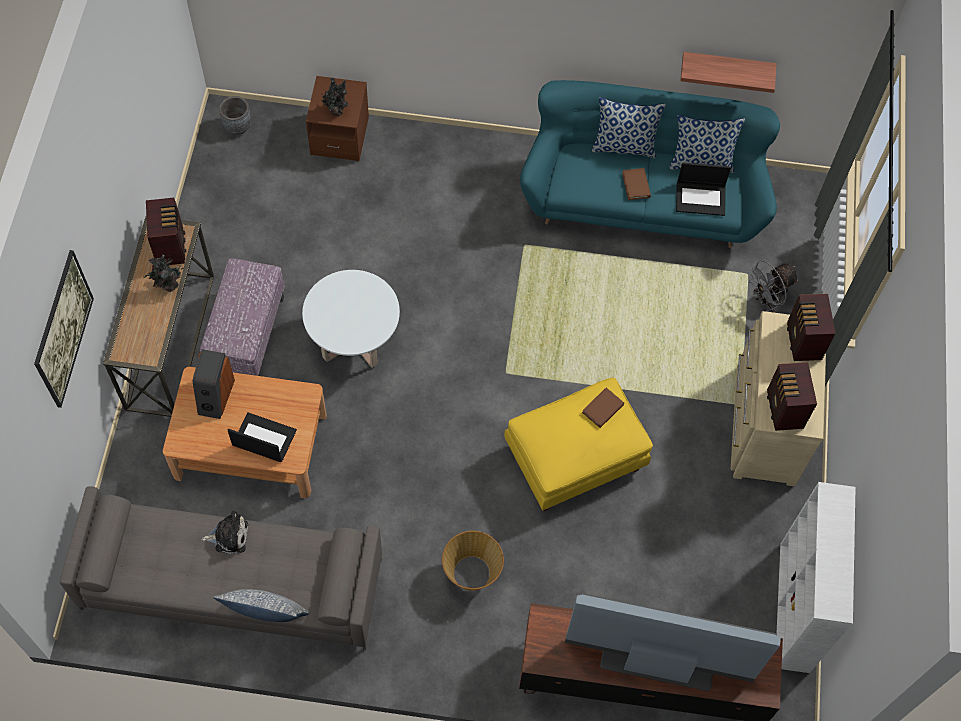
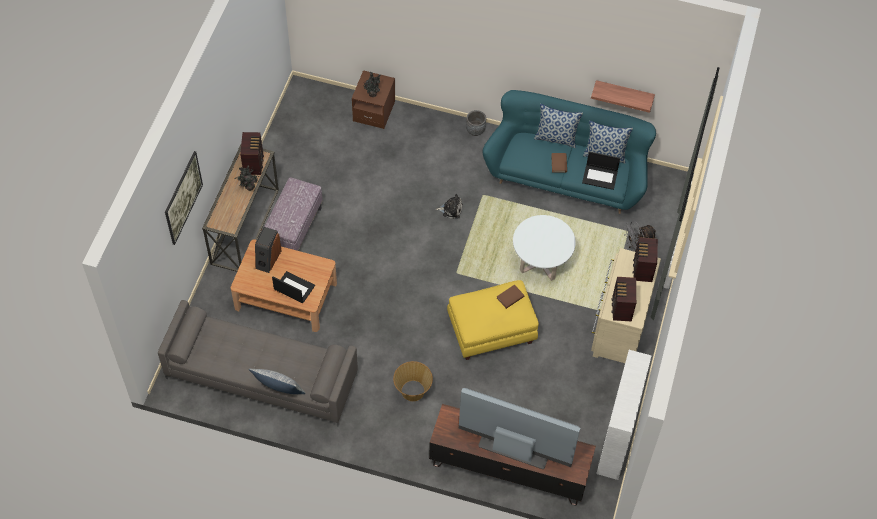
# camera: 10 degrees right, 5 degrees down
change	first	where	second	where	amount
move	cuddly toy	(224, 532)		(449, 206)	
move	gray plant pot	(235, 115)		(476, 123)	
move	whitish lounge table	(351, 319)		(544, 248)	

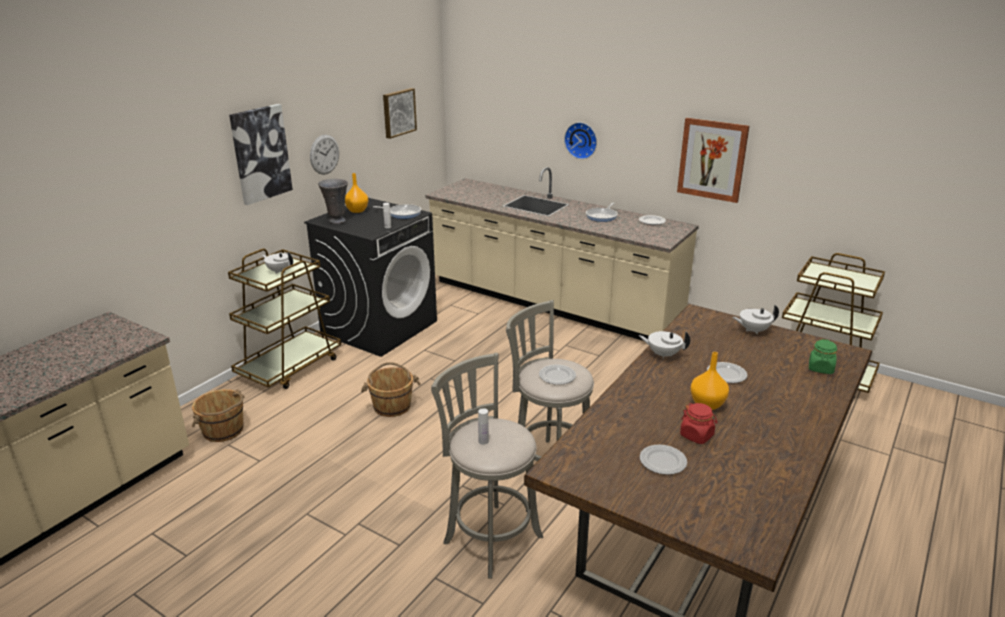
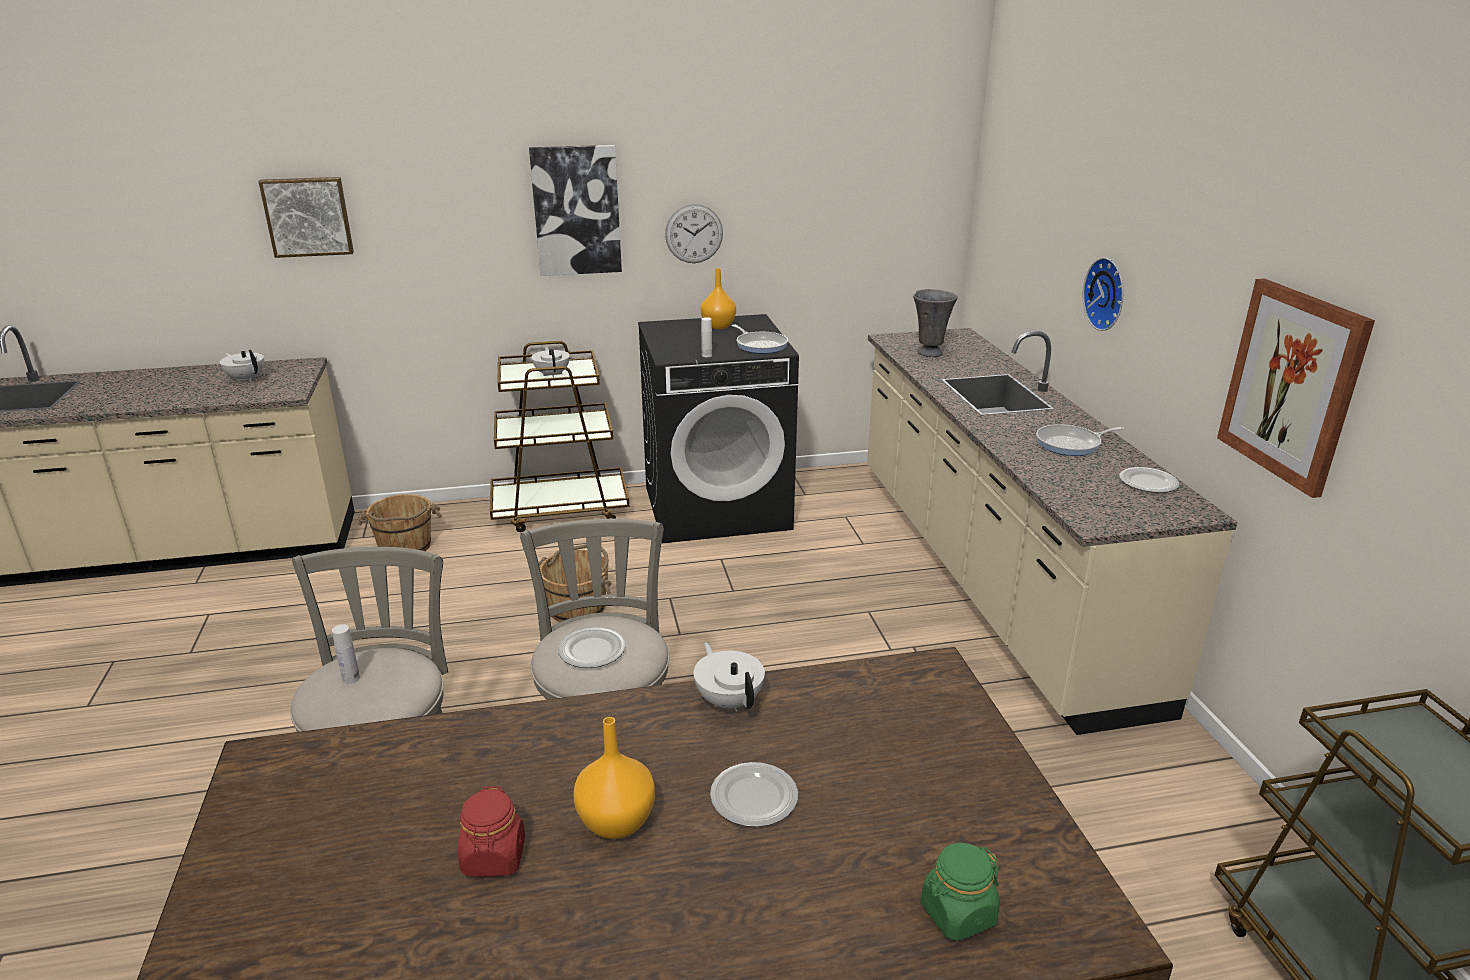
# camera: 45 degrees right, 0 degrees up
change	first	where	second	where	amount
move	whitish pot for tea	(755, 319)		(242, 365)	
move	wall art	(400, 113)		(306, 217)	
move	gray vase	(333, 201)		(935, 323)	
delete	flat dish	(663, 460)			

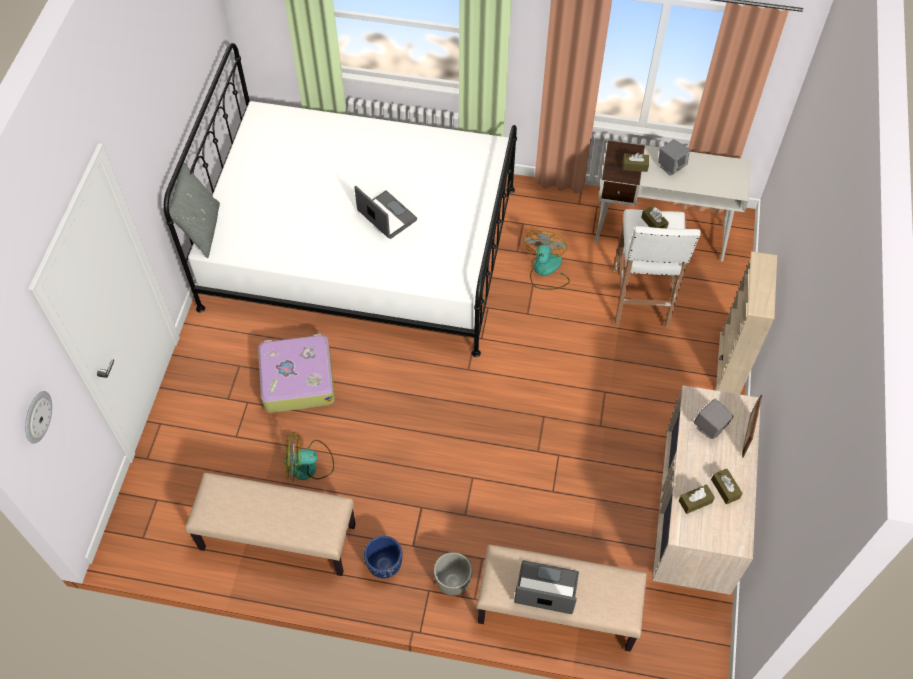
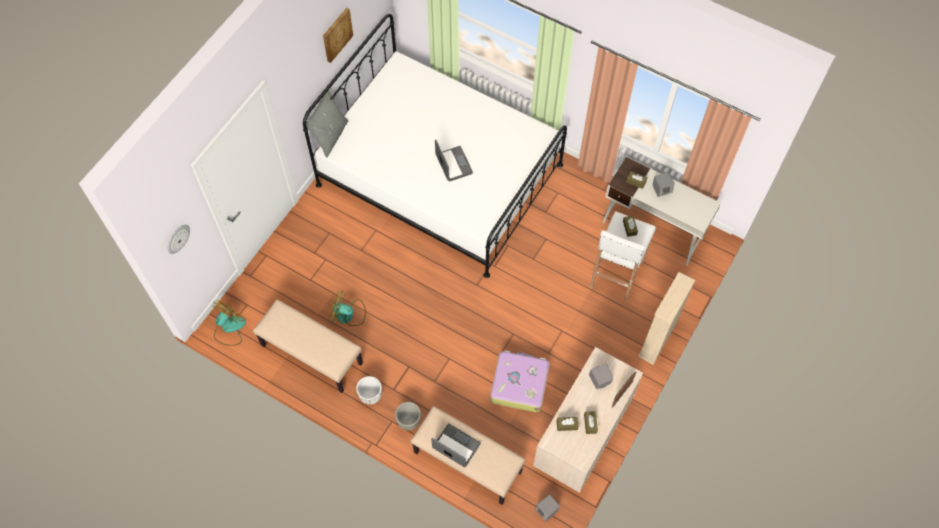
# camera: 20 degrees right, 5 degrees up
change	first	where	second	where	amount
move	fan	(547, 260)		(229, 323)	
insert			wall art	(338, 35)	
recolor	blue-coloured plant pot	(383, 557)	whitish plant pot	(369, 390)	
move	suitcase	(296, 373)		(520, 381)	
insert			gray speaker	(547, 507)	

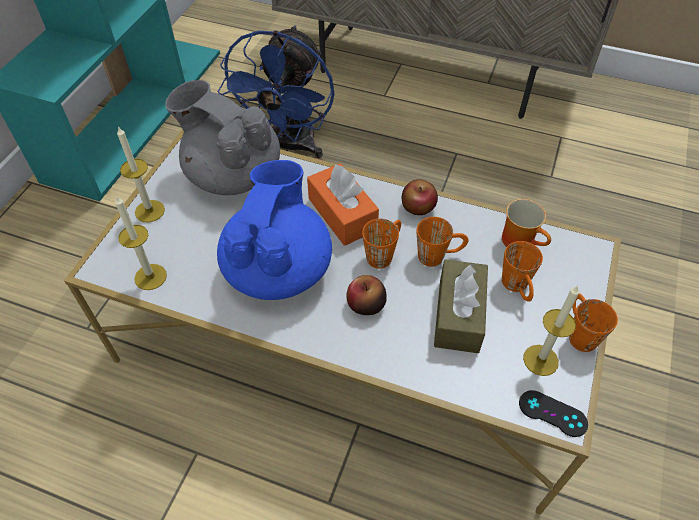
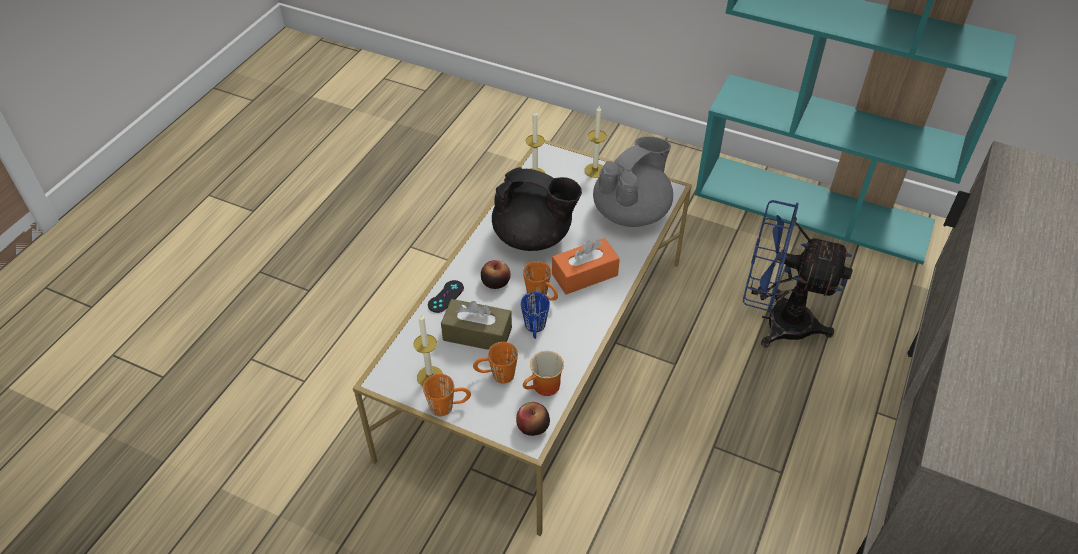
# camera: 95 degrees right, 5 degrees down
change	first	where	second	where	amount
move	black-coloured joypad	(553, 413)		(446, 296)	
recolor	blue-coloured pot for tea	(274, 230)	black-coloured pot for tea	(537, 209)	
move	apple	(420, 197)		(533, 419)	
recolor	orangey mug	(442, 242)	blue-coloured mug	(535, 315)	

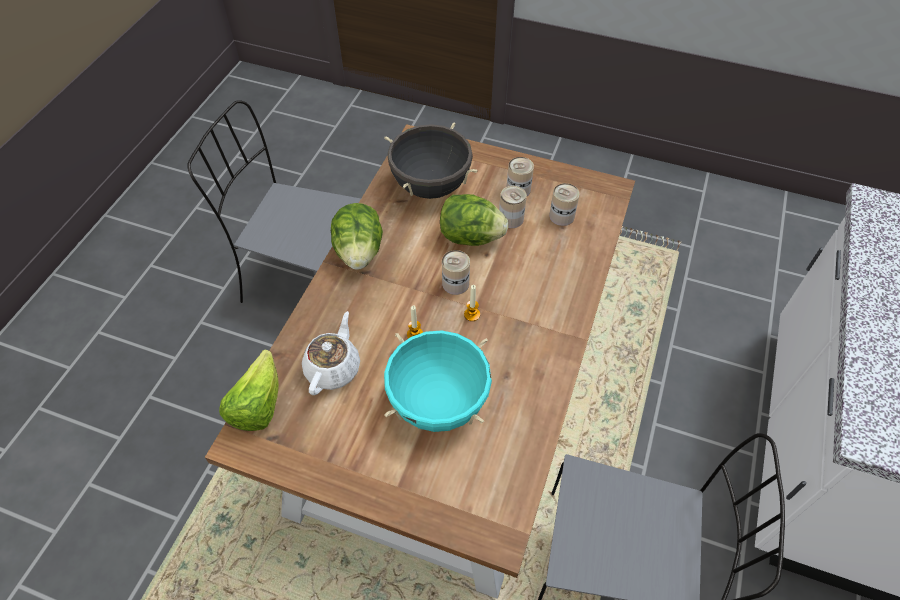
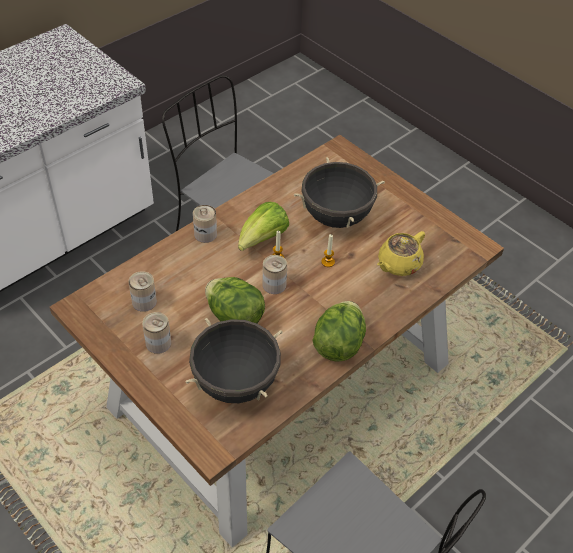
# camera: 155 degrees left, 5 degrees down
change	first	where	second	where	amount
move	can	(513, 207)		(205, 224)	
move	lettuce head	(249, 390)		(263, 226)	
recolor	blue-green saucepot	(438, 381)	black-coloured saucepot	(339, 192)	
recolor	whitish pot for tea	(331, 353)	yellow pot for tea	(401, 253)	

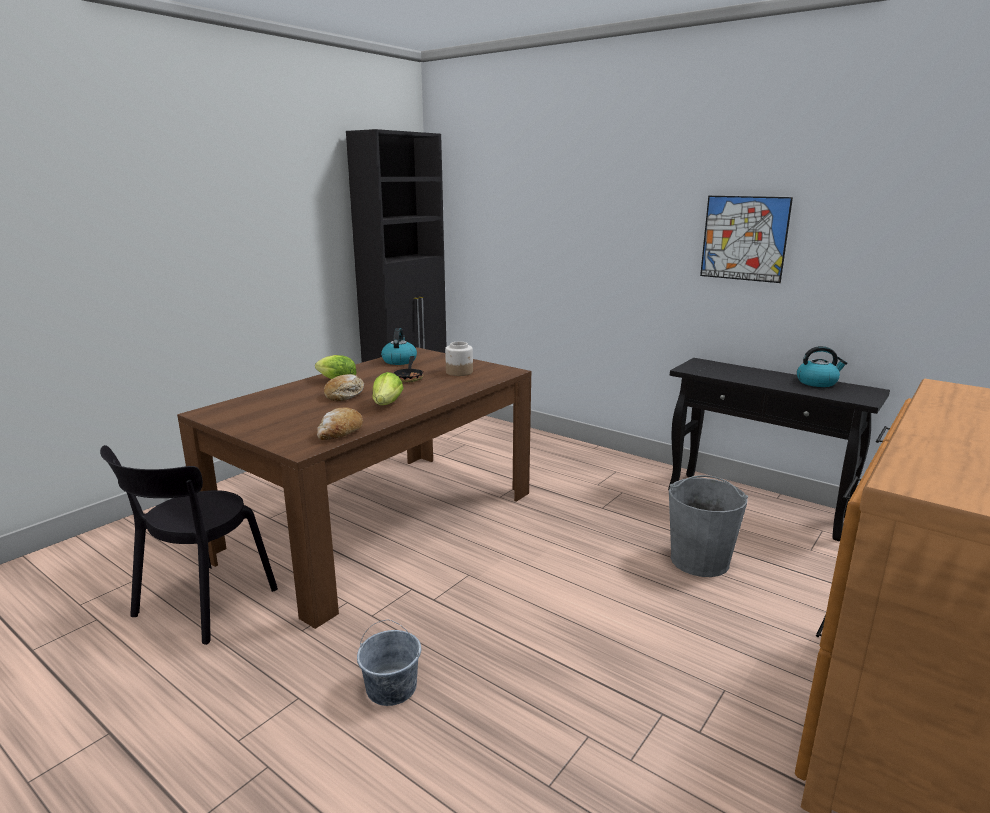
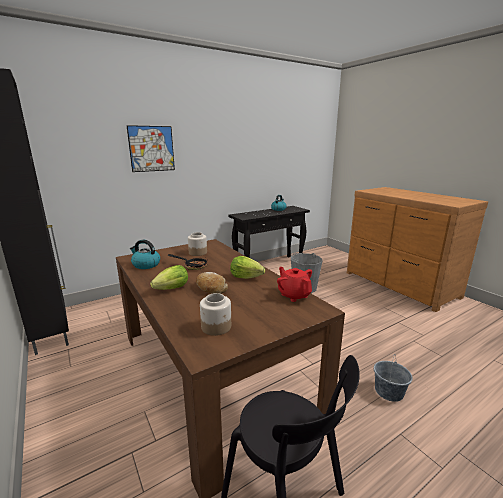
# camera: 70 degrees left, 0 degrees up
change	first	where	second	where	amount
move	wall art	(746, 239)		(151, 148)	
insert			storage jar	(215, 314)	
replace	baked bread	(340, 423)	red pot for tea	(294, 284)	

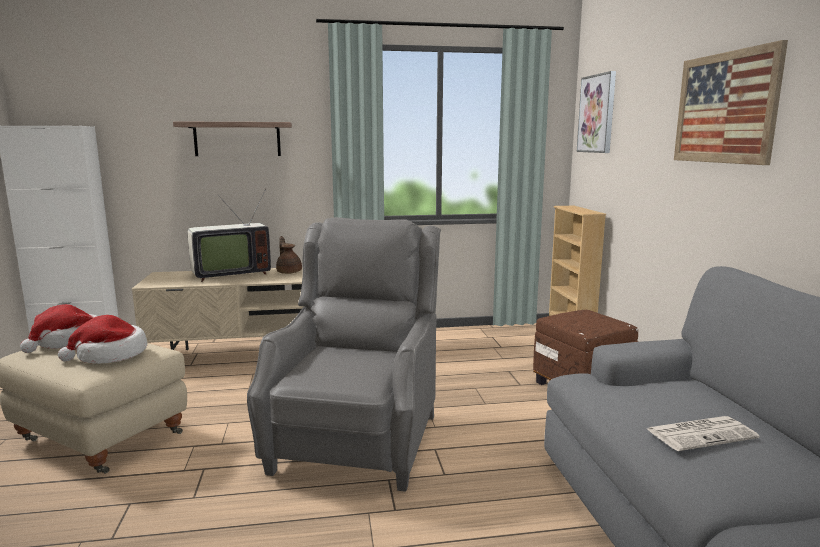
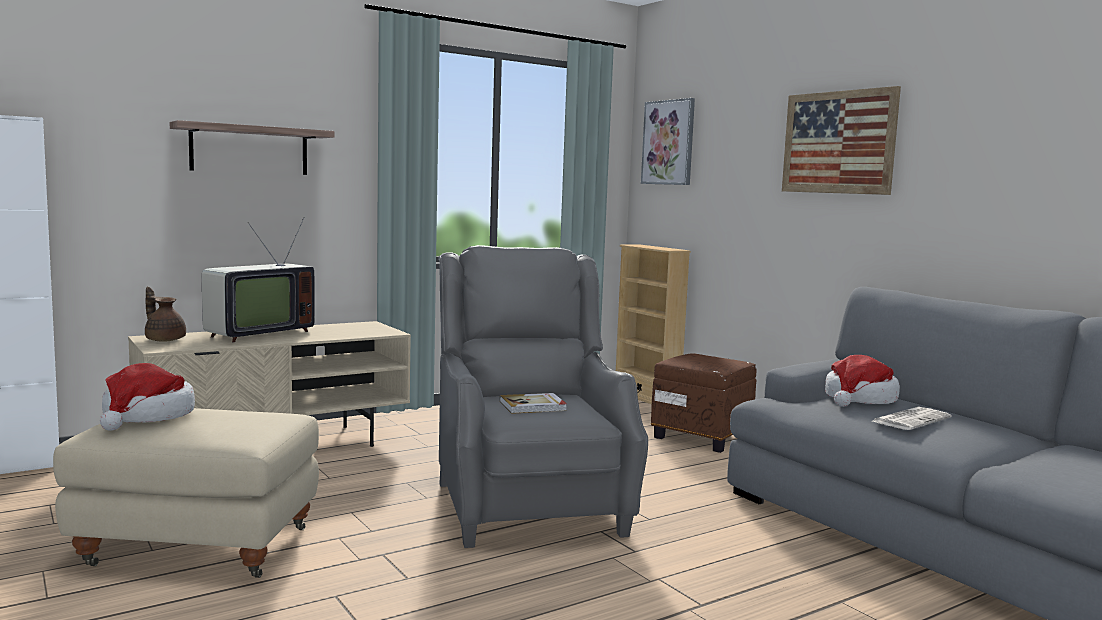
# camera: 25 degrees left, 5 degrees down
change	first	where	second	where	amount
move	brown pot for tea	(289, 255)		(165, 314)	
insert			volume	(533, 403)	
move	wearable hat	(102, 339)		(862, 381)	

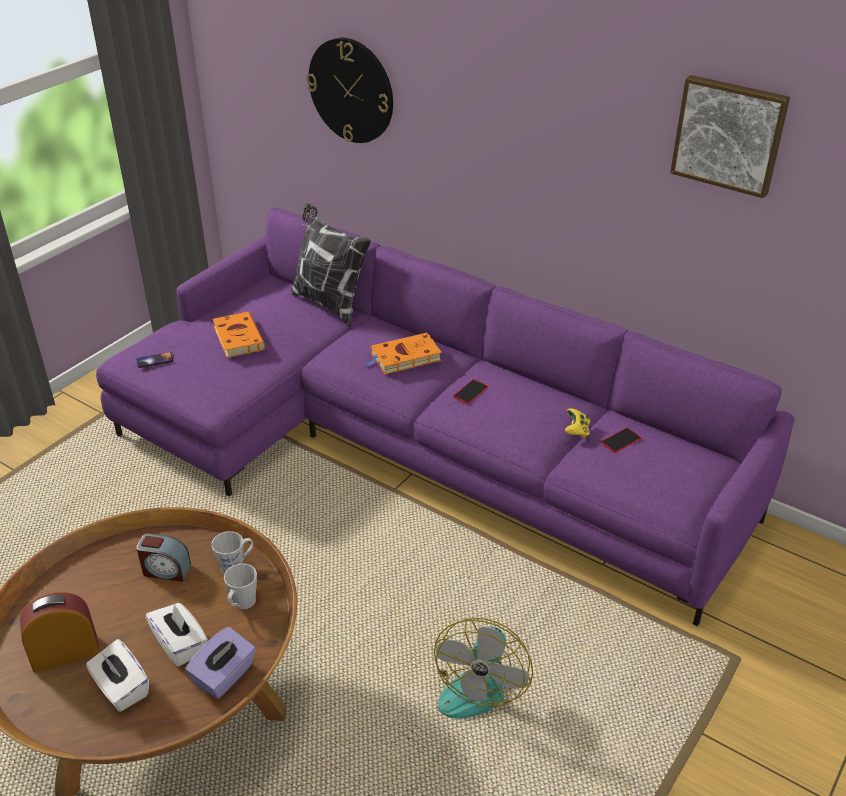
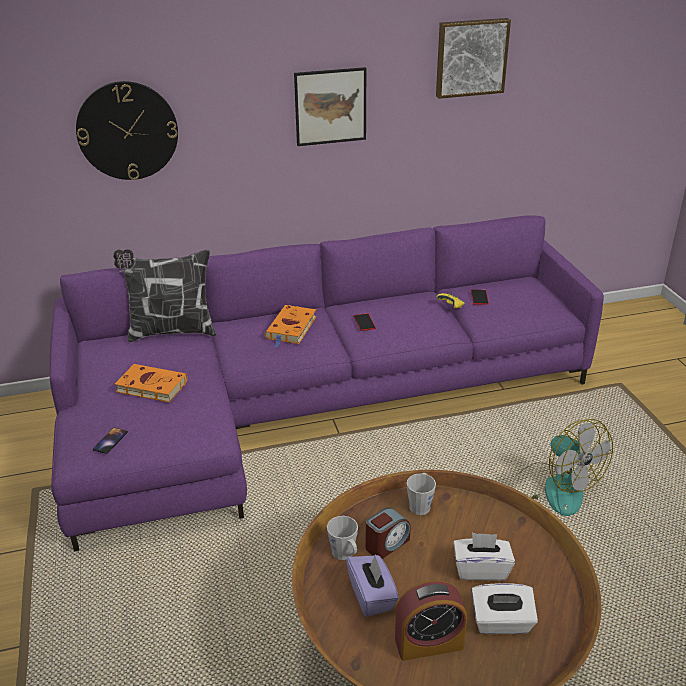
# camera: 50 degrees left, 5 degrees down
change	first	where	second	where	amount
insert			wall art	(330, 106)	
move	gray mug	(240, 586)		(342, 538)	
move	purple box of tissues	(220, 663)		(372, 586)	
rotate	bedside clock	(60, 632)		(431, 620)	120 degrees counterclockwise

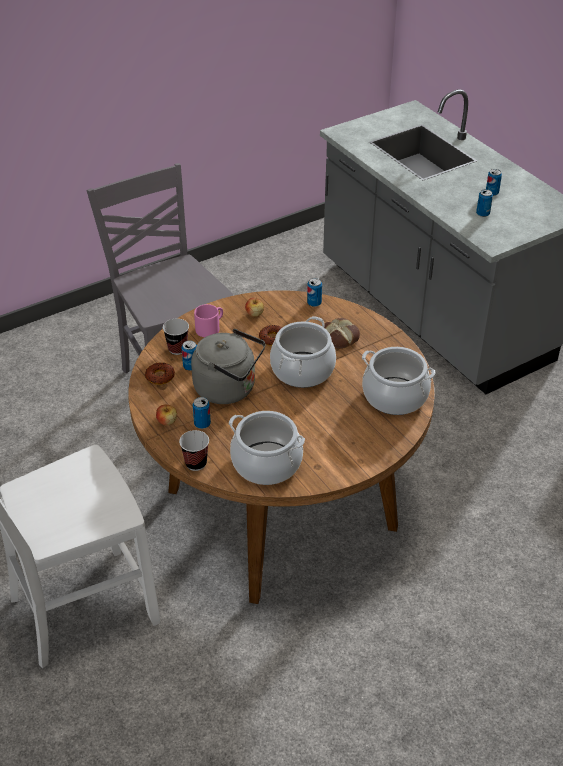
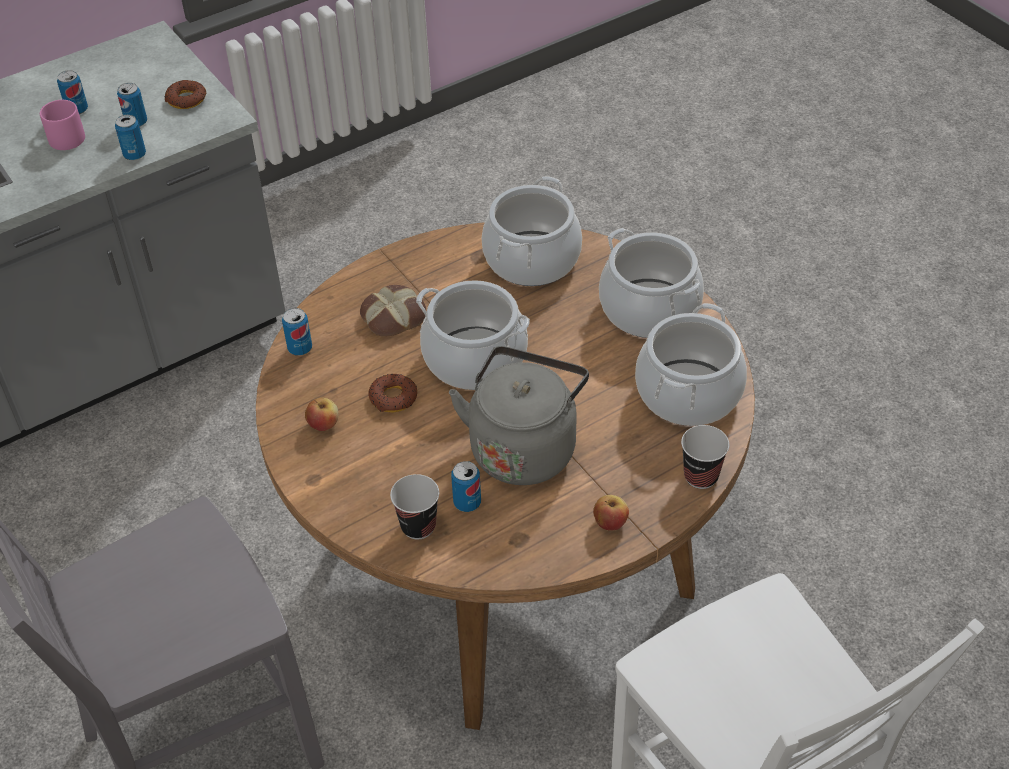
# camera: 90 degrees left, 5 degrees up
change	first	where	second	where	amount
move	pinkish mug	(208, 320)		(62, 125)	
move	can	(202, 413)		(130, 137)	
move	donut	(160, 374)		(185, 94)	
insert			saucepot	(651, 283)	

